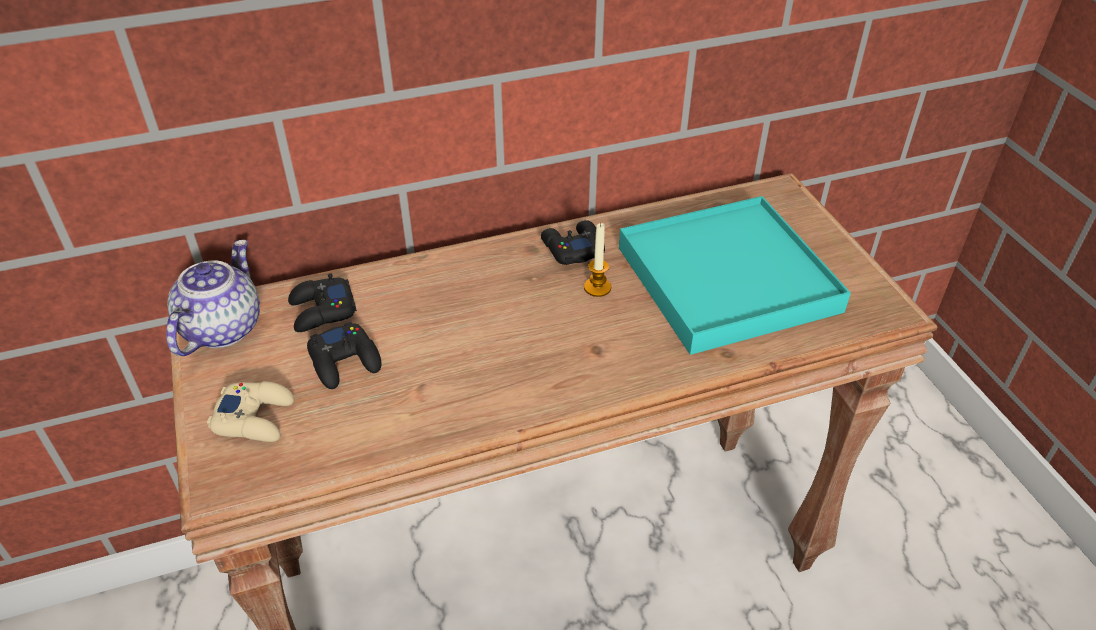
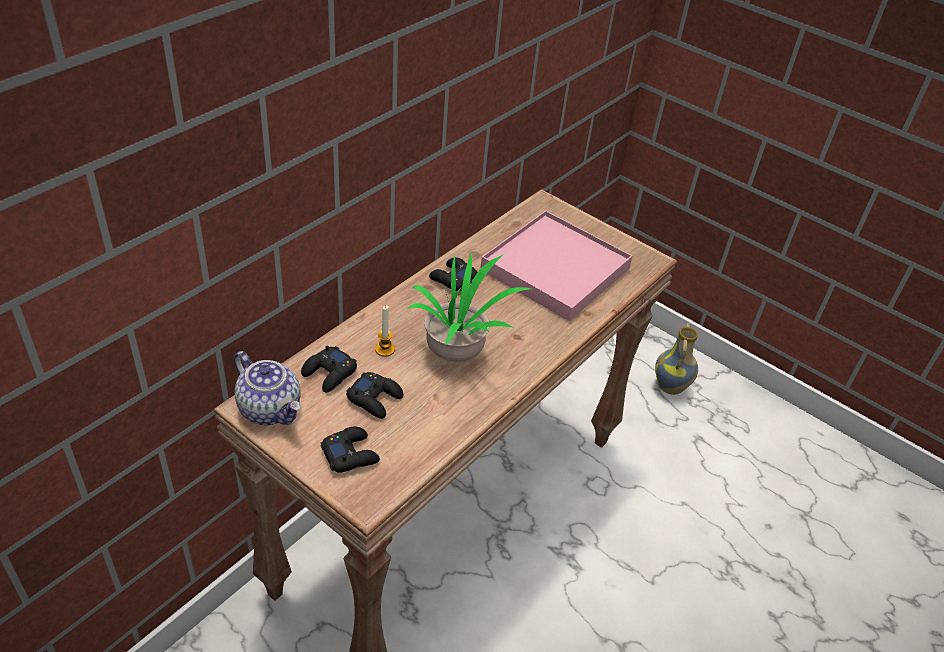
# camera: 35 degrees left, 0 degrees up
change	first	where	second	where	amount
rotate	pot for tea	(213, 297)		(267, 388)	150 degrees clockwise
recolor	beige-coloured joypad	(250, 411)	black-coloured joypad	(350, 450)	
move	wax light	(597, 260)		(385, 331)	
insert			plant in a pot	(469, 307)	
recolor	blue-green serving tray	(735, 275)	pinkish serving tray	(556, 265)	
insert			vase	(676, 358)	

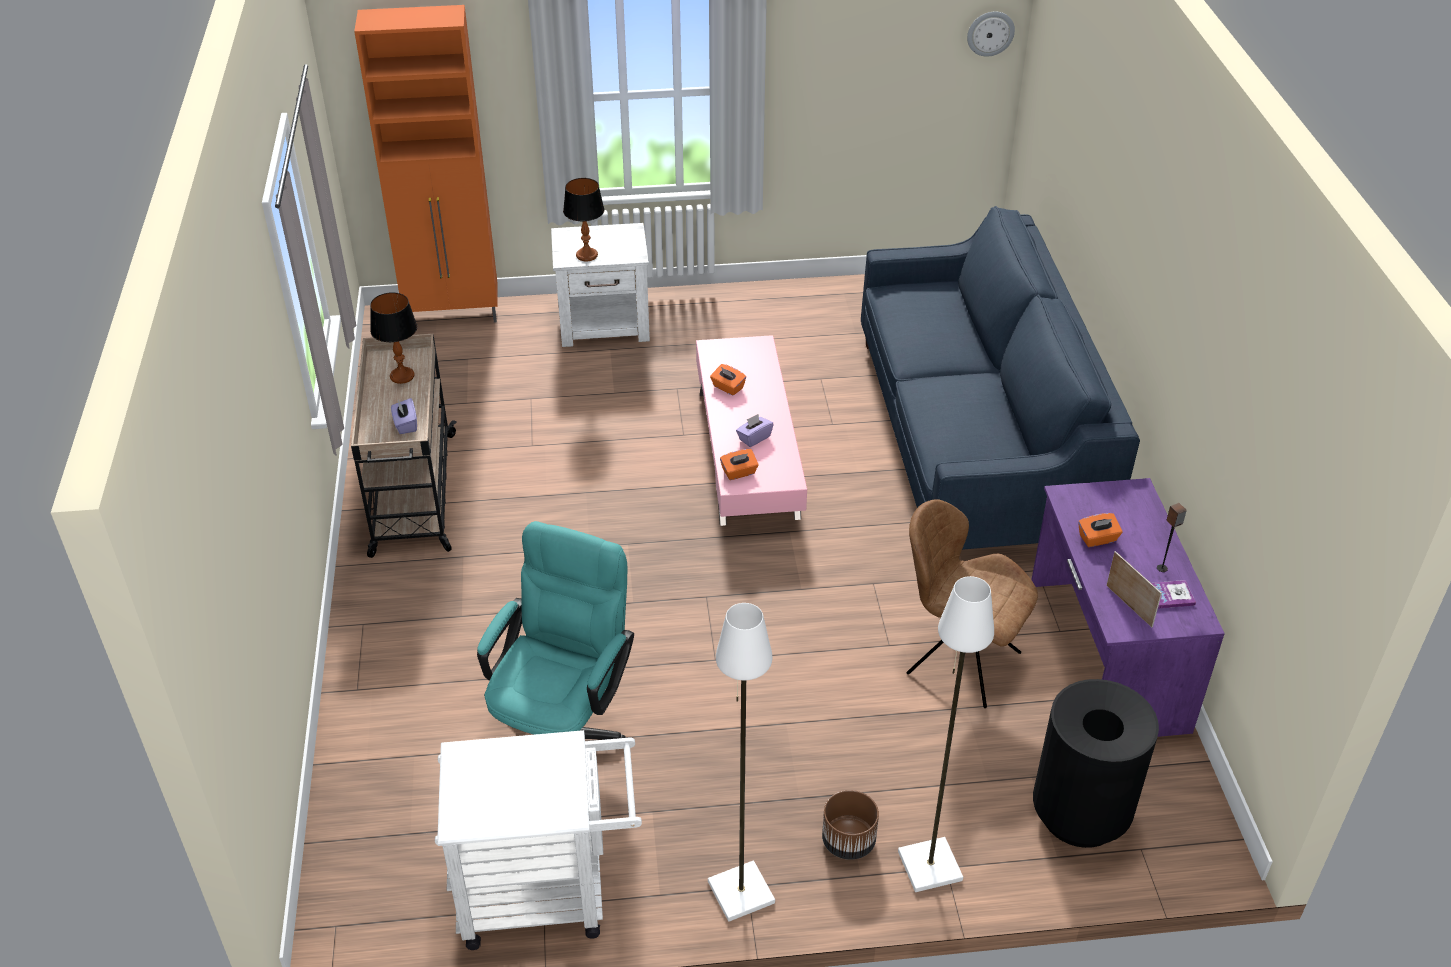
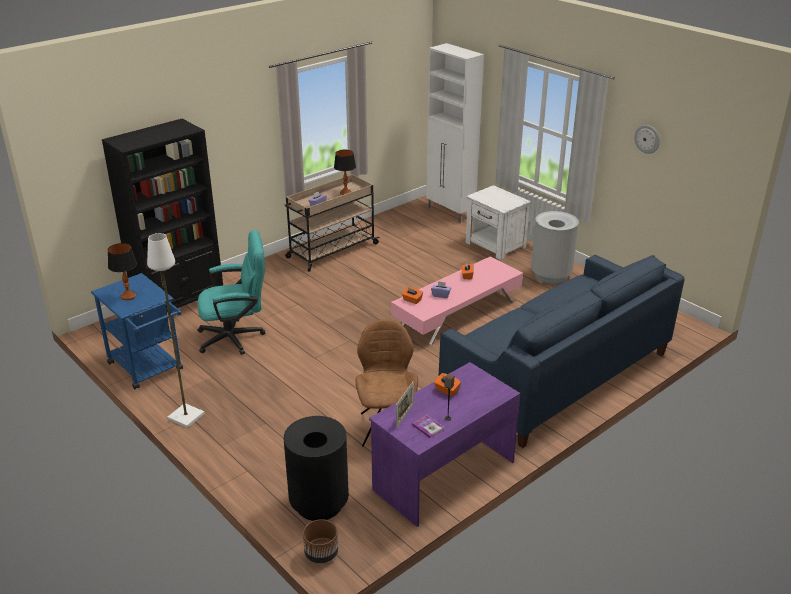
# camera: 55 degrees right, 10 degrees down
change	first	where	second	where	amount
recolor	whitish trolley	(538, 840)	blue-coloured trolley	(137, 331)	
insert			black-coloured bookcase	(162, 215)	
move	table lamp	(583, 219)		(122, 271)	
move	brown plant pot	(850, 825)		(320, 541)	
recolor	orangey storage cabinet	(425, 164)	whitish storage cabinet	(455, 133)	
insert			gray waste bin	(555, 247)	
move	hanging clock	(991, 34)		(647, 139)	
delete	whitish standing lamp	(946, 734)			

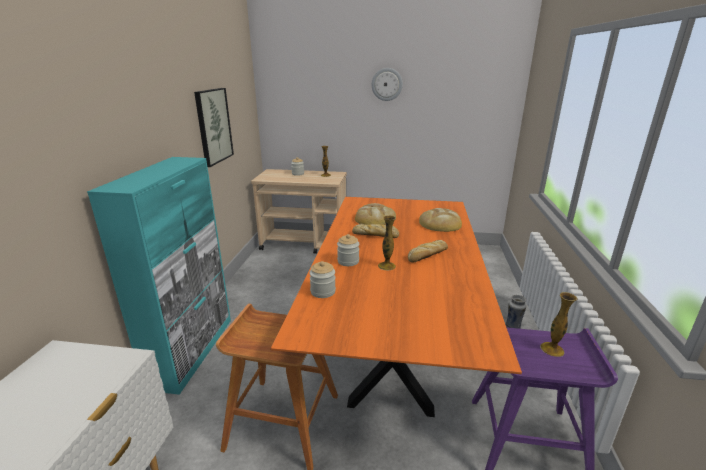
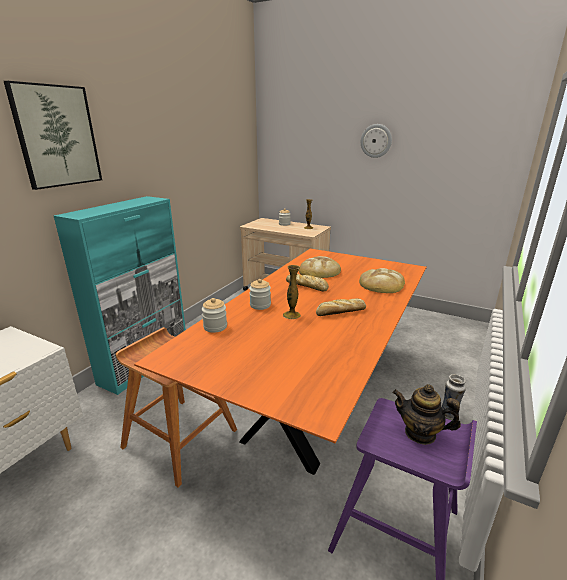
# camera: 20 degrees right, 0 degrees up
change	first	where	second	where	amount
move	wall art	(214, 127)		(53, 135)	
replace	vase	(558, 324)	pot for tea	(427, 414)	

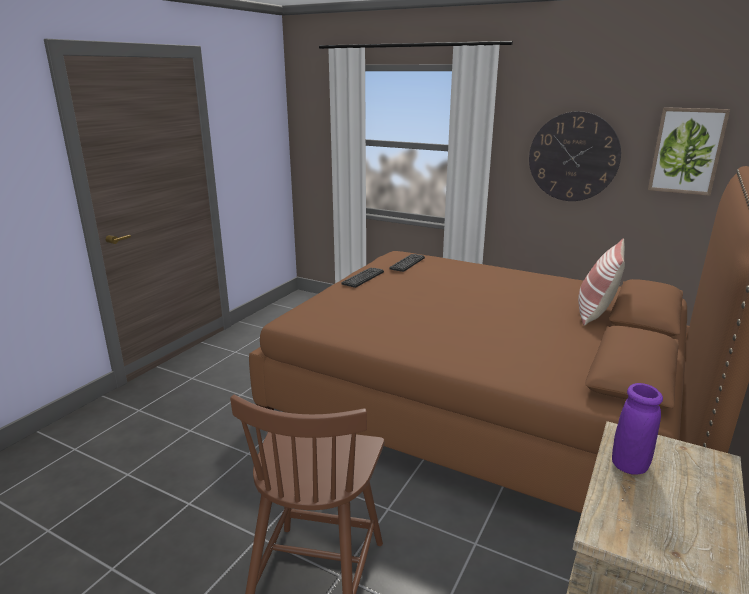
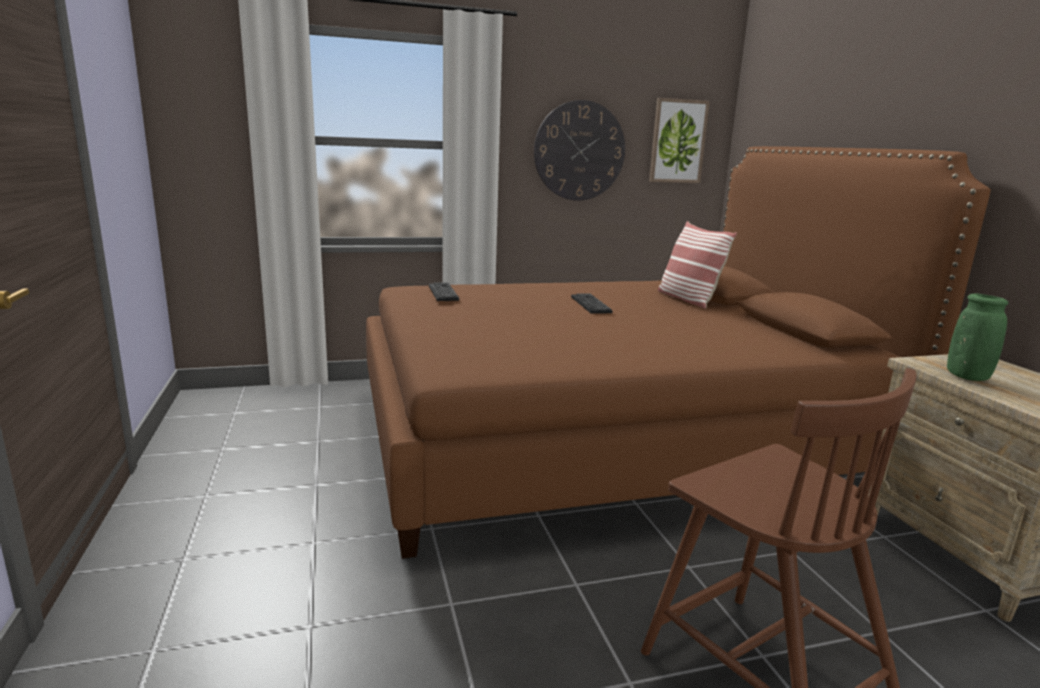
# camera: 45 degrees left, 5 degrees down
change	first	where	second	where	amount
move	computer keyboard	(363, 278)		(592, 303)	
recolor	purple vase	(637, 428)	green-coloured vase	(977, 337)	

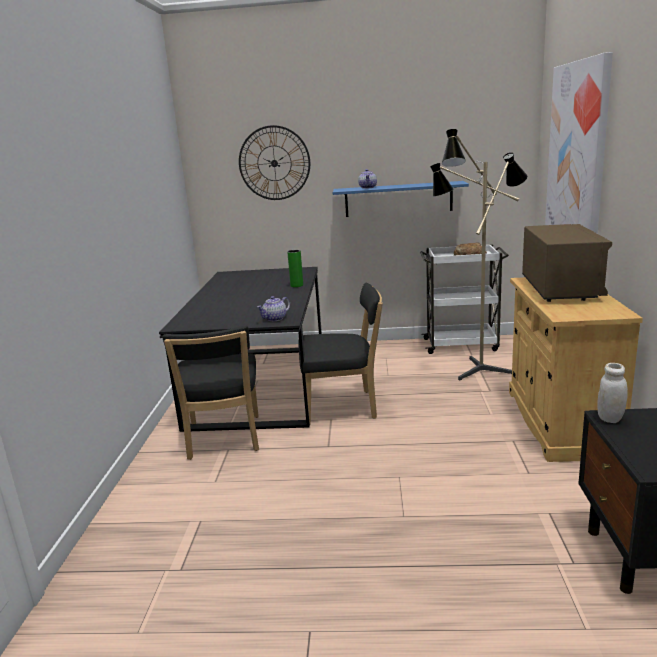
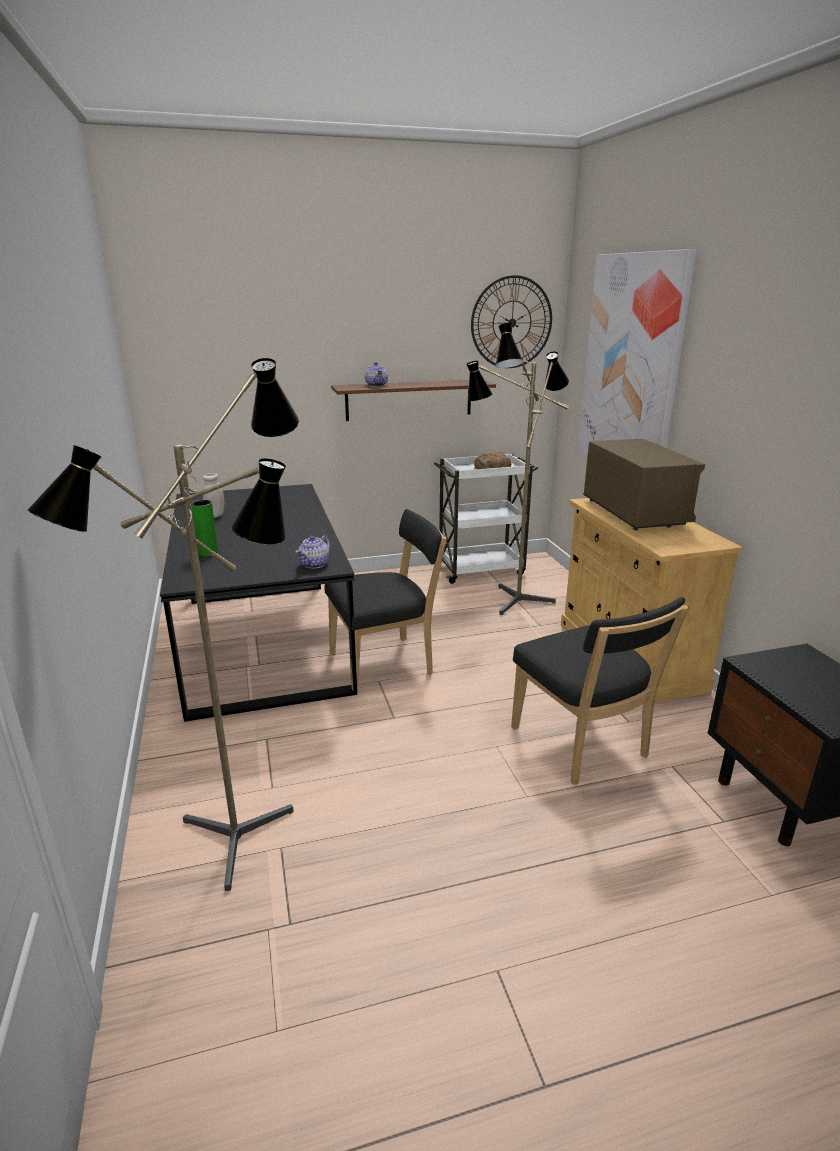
# camera: 20 degrees left, 5 degrees up
change	first	where	second	where	amount
insert			standing lamp	(163, 624)	
move	green-coloured vase	(295, 268)		(204, 528)	
move	whitish storage jar	(612, 393)		(213, 495)	
recolor	blue-coloured bracket shelf	(401, 199)	brown bracket shelf	(413, 400)	
move	hanging clock	(274, 162)		(511, 321)	
move	black-coloured plain chair	(210, 393)		(600, 691)	

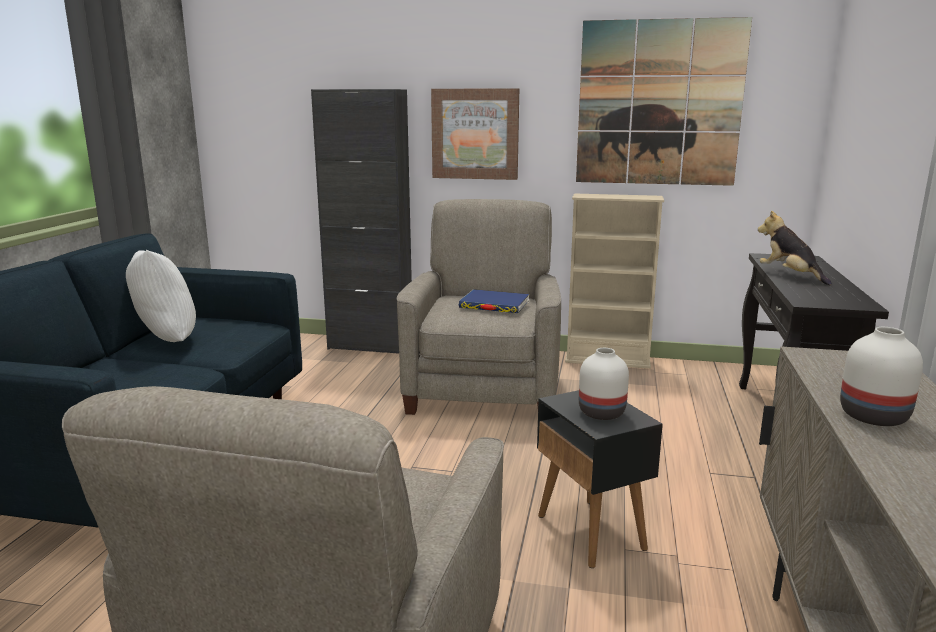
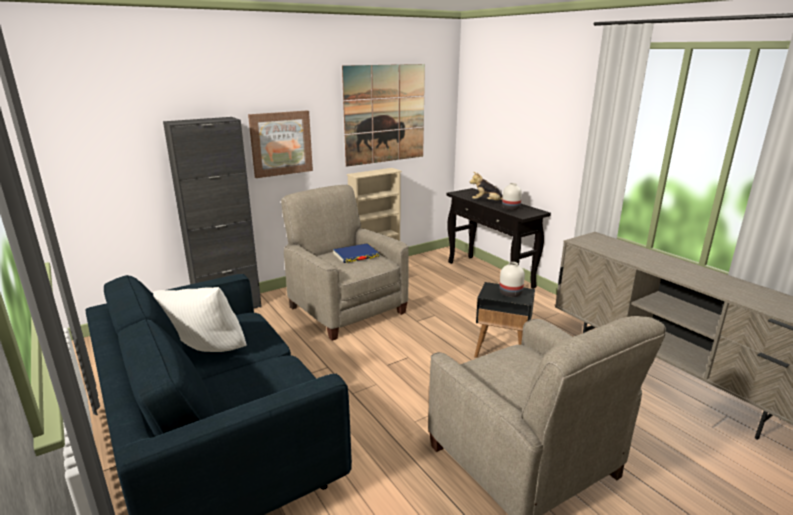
# camera: 45 degrees left, 5 degrees up
change	first	where	second	where	amount
move	whitish vase	(881, 376)		(512, 196)	

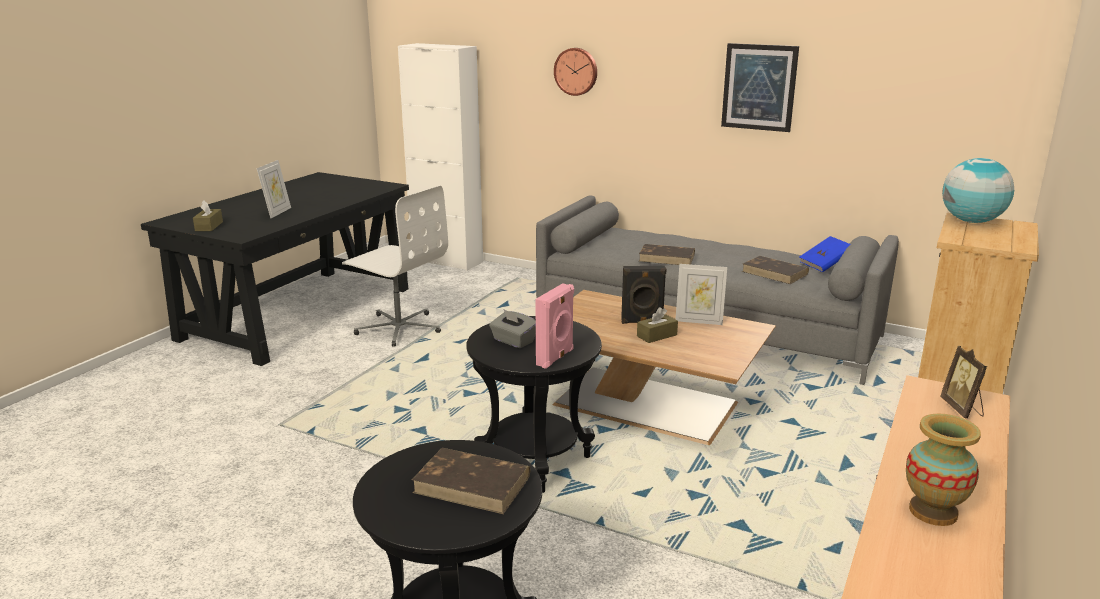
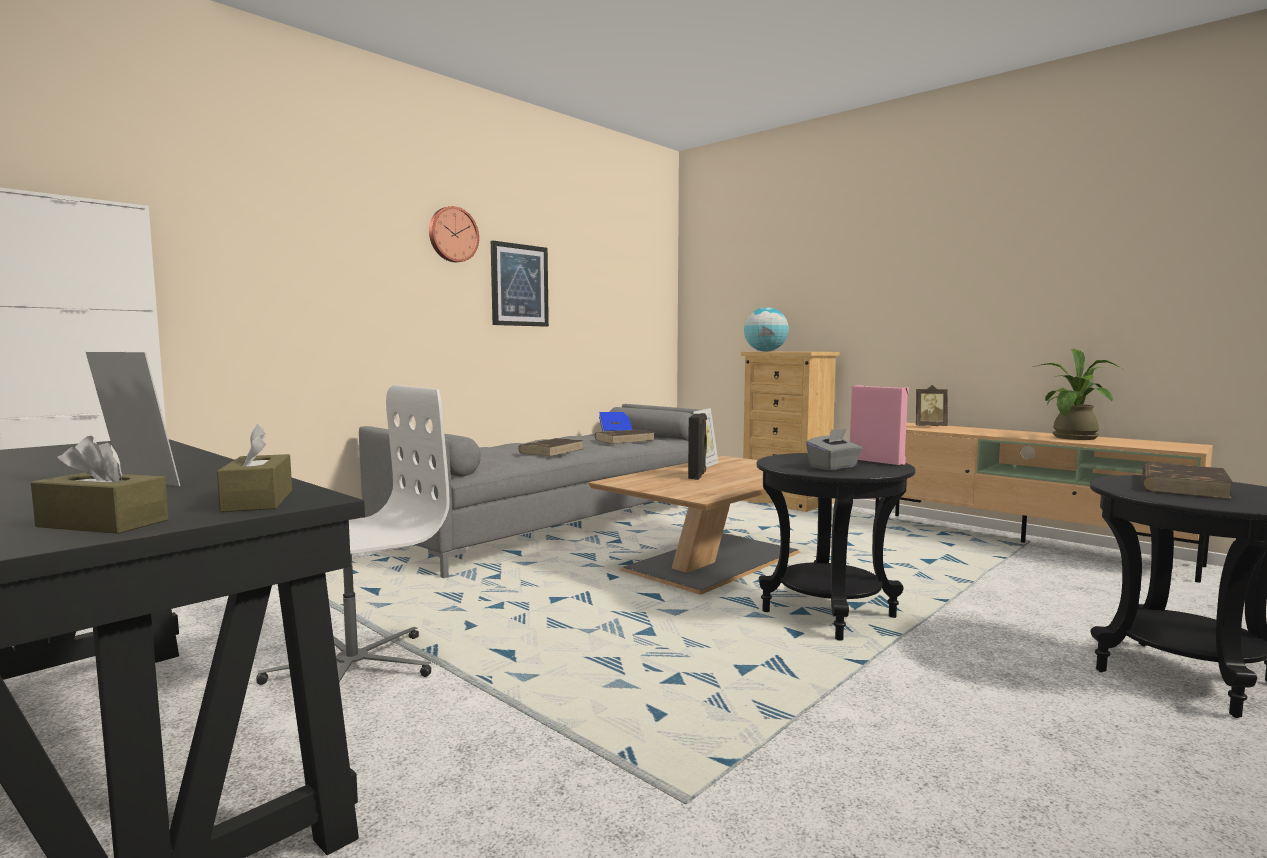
# camera: 75 degrees left, 15 degrees down
change	first	where	second	where	amount
move	brown box of tissues	(657, 325)		(254, 467)	
move	hanging clock	(575, 72)		(454, 234)	
replace	vase	(943, 469)	plant in a pot	(1079, 394)	

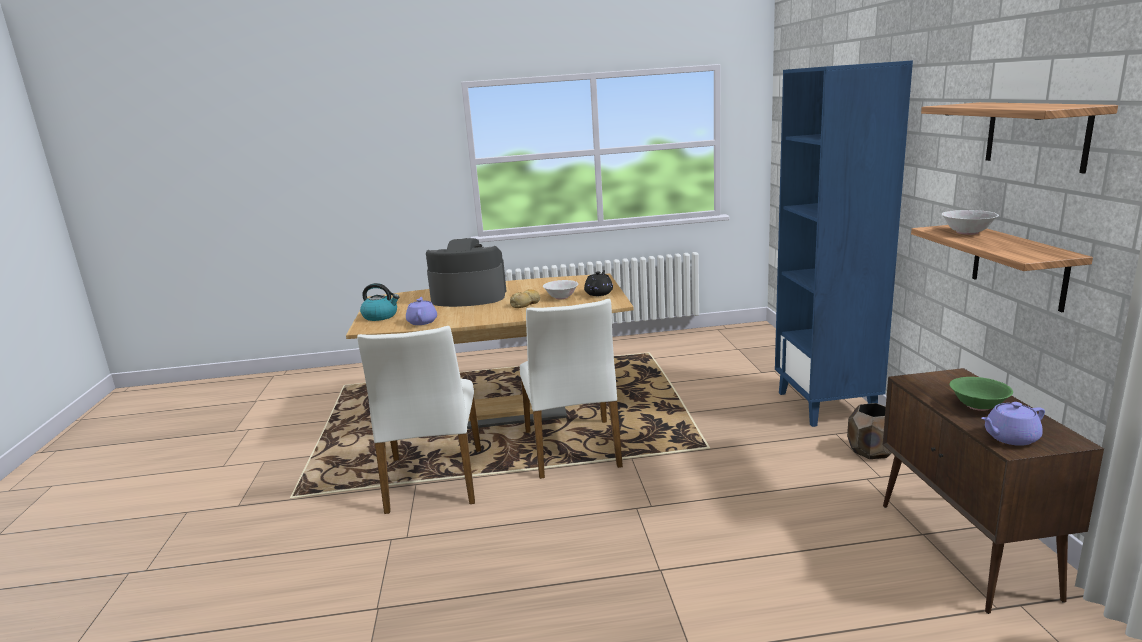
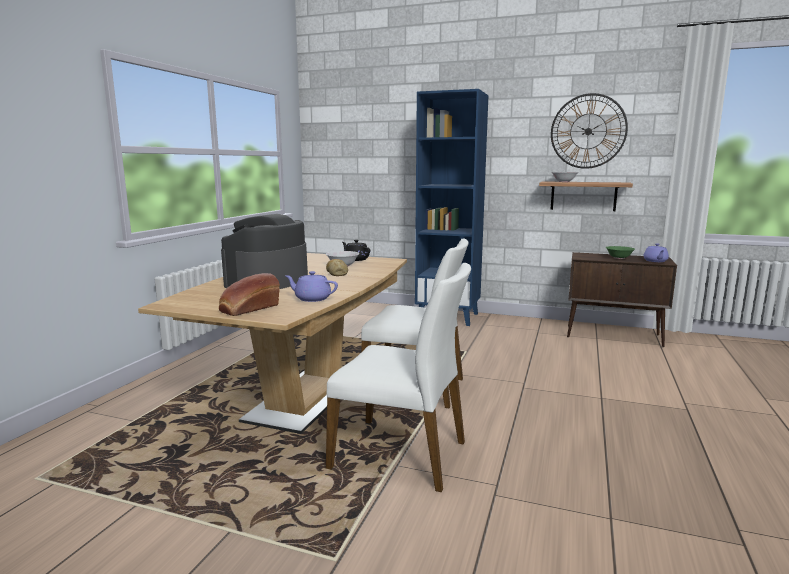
# camera: 65 degrees left, 5 degrees down
change	first	where	second	where	amount
replace	water kettle	(379, 302)	baked bread	(249, 294)	
replace	bracket shelf	(1019, 137)	hanging clock	(589, 131)	
delete	brown plant pot	(869, 431)			

